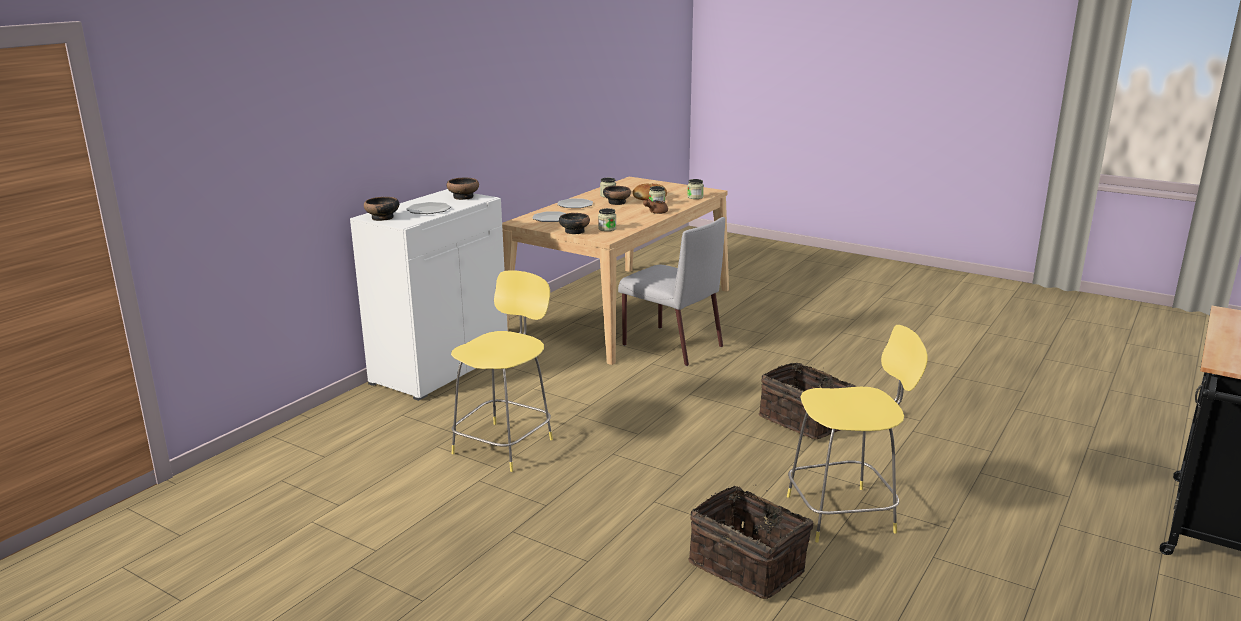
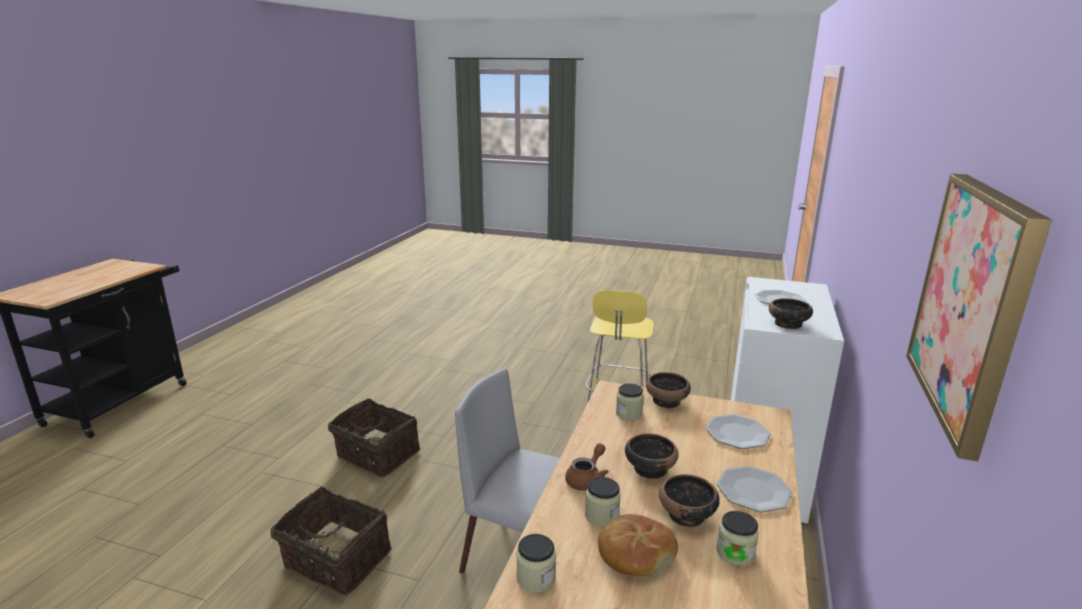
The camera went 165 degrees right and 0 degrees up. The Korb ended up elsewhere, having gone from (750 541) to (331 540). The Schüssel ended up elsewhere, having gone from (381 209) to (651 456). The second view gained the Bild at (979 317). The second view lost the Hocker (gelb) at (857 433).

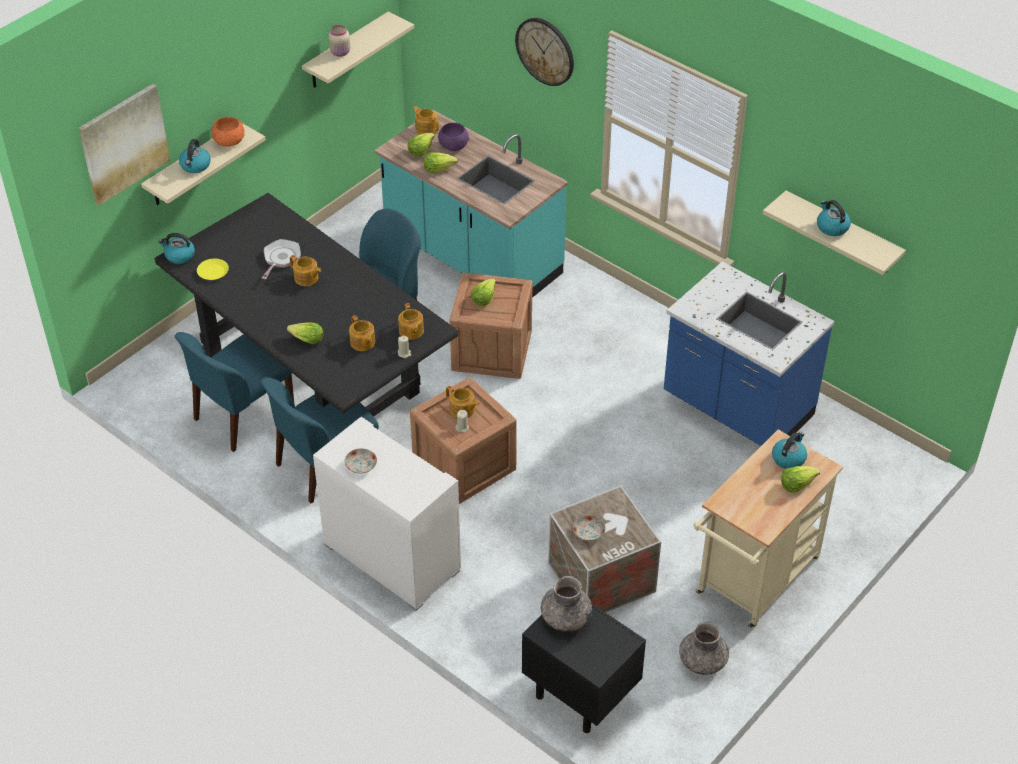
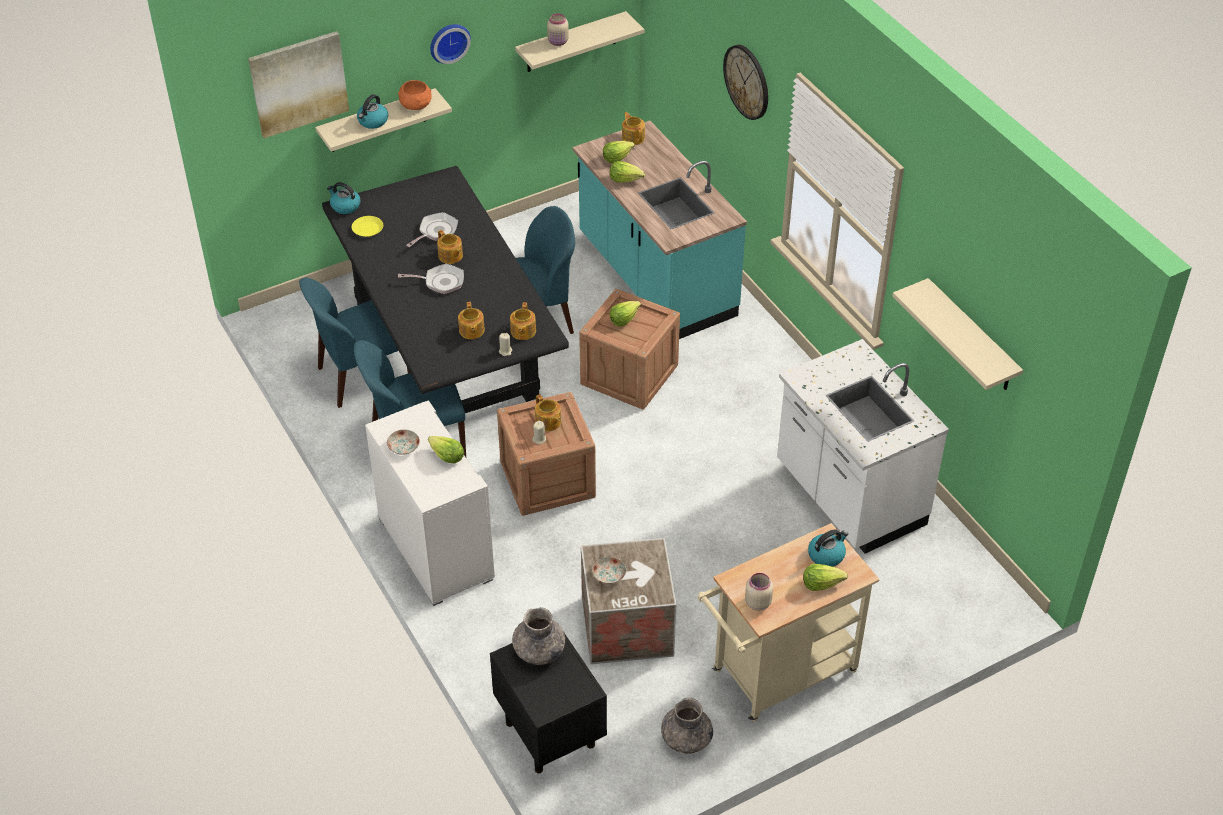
The camera went 20 degrees right and 0 degrees up. The second view gained the Pfanne at (431 279). The Salatkopf ended up elsewhere, having gone from (305 333) to (446 449). The second view gained the Wanduhr at (450 44). The second view gained the Vorratsglas (beige) at (759 592). What was the Küchenzeile (blau) at (749 354) turned into the Küchenzeile (weiß) at (863 446). The second view lost the Schüssel (lila) at (453 137). The second view lost the Wasserkessel at (834 218).

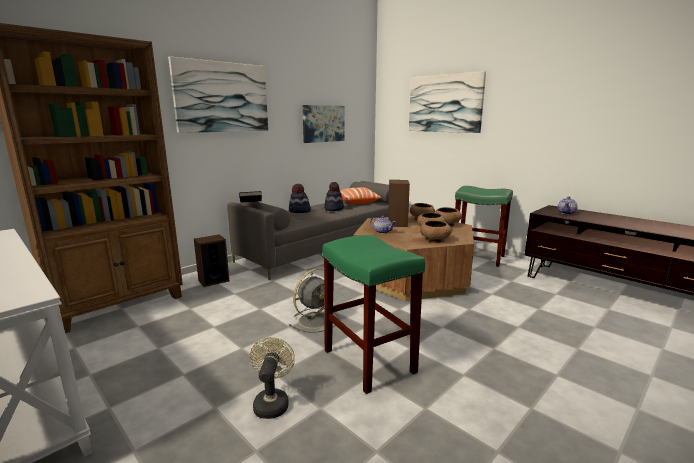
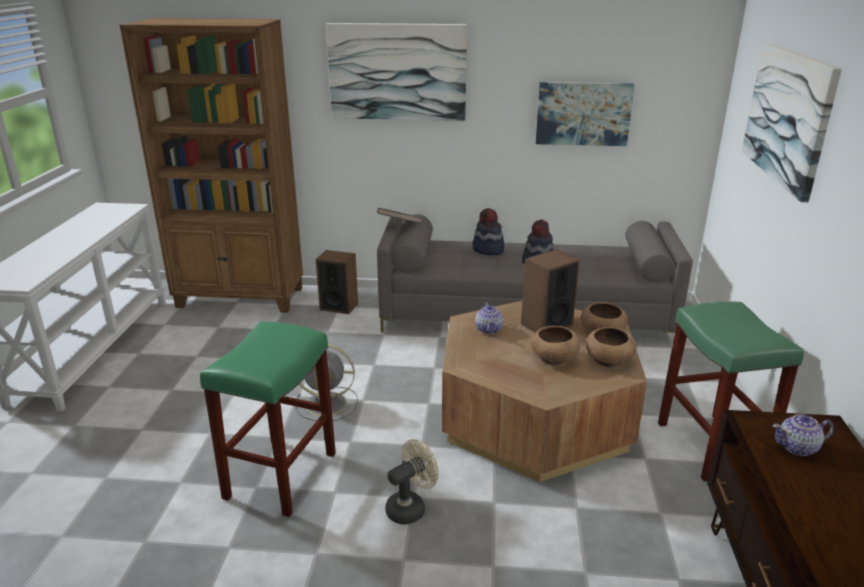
The camera went 50 degrees right and 10 degrees up. The Ventilator (beige) ended up elsewhere, having gone from (272 378) to (412 482). The second view lost the Kissen at (360 195). The second view lost the Schüssel (braun) at (436 231).

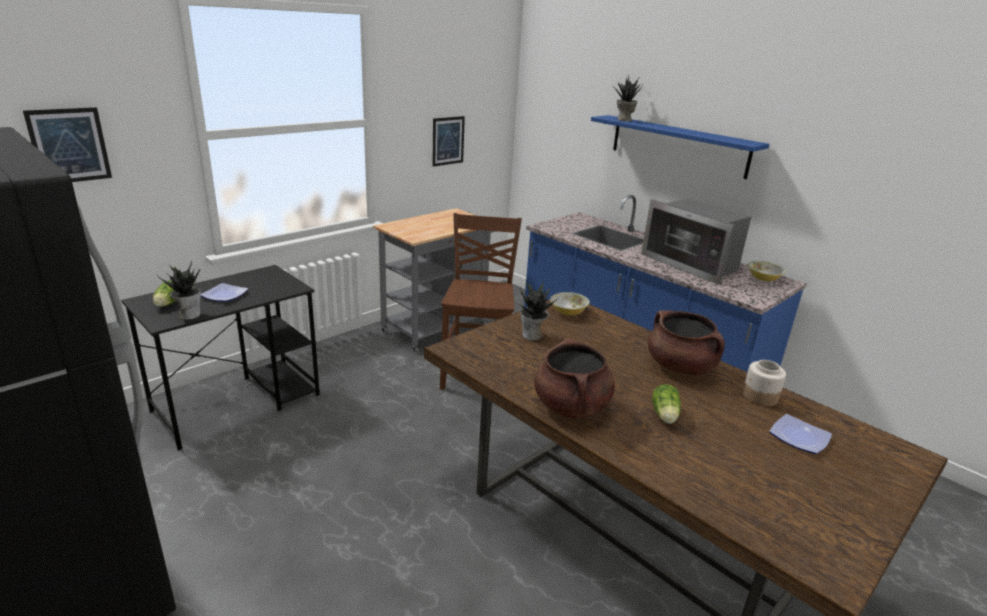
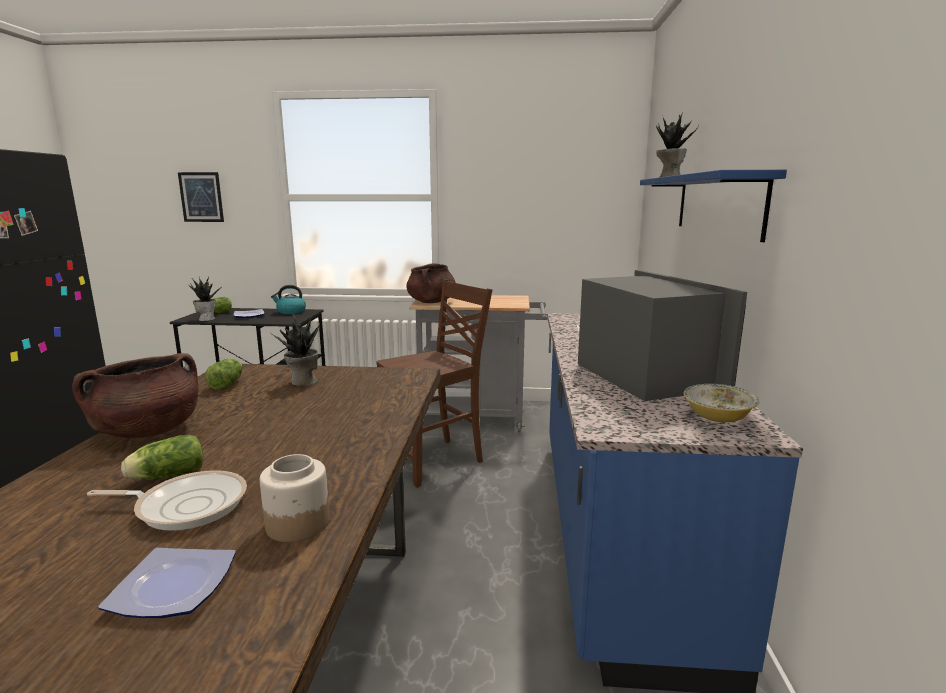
The camera went 50 degrees right and 10 degrees down. The second view gained the Pfanne at (167 500). The second view gained the Salatkopf at (224 374). The second view gained the Wasserkessel at (288 299). The Kochtopf (braun) ended up elsewhere, having gone from (686 343) to (431 283). The Mikrowelle at (696 242) ended up facing another way, 150 degrees clockwise from before. The second view lost the Bild at (448 141). The second view lost the Schüssel at (570 303).

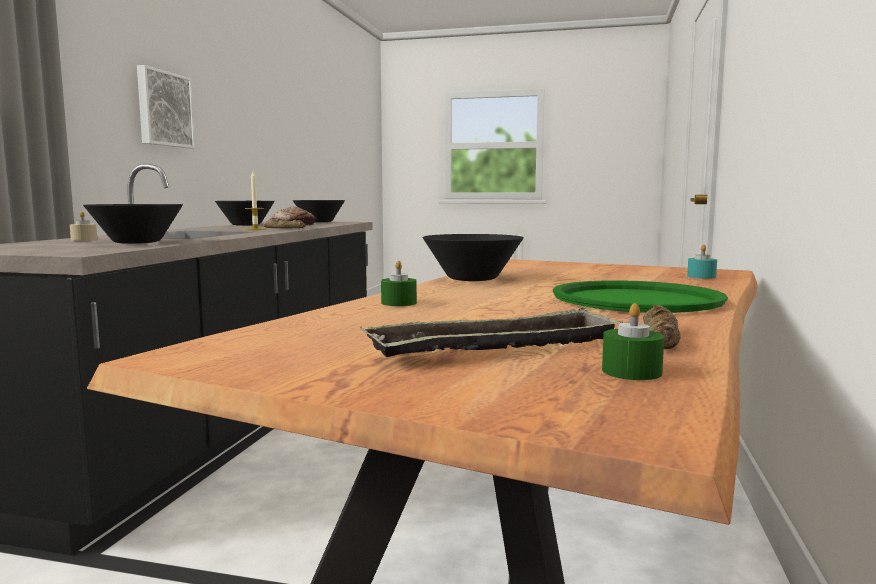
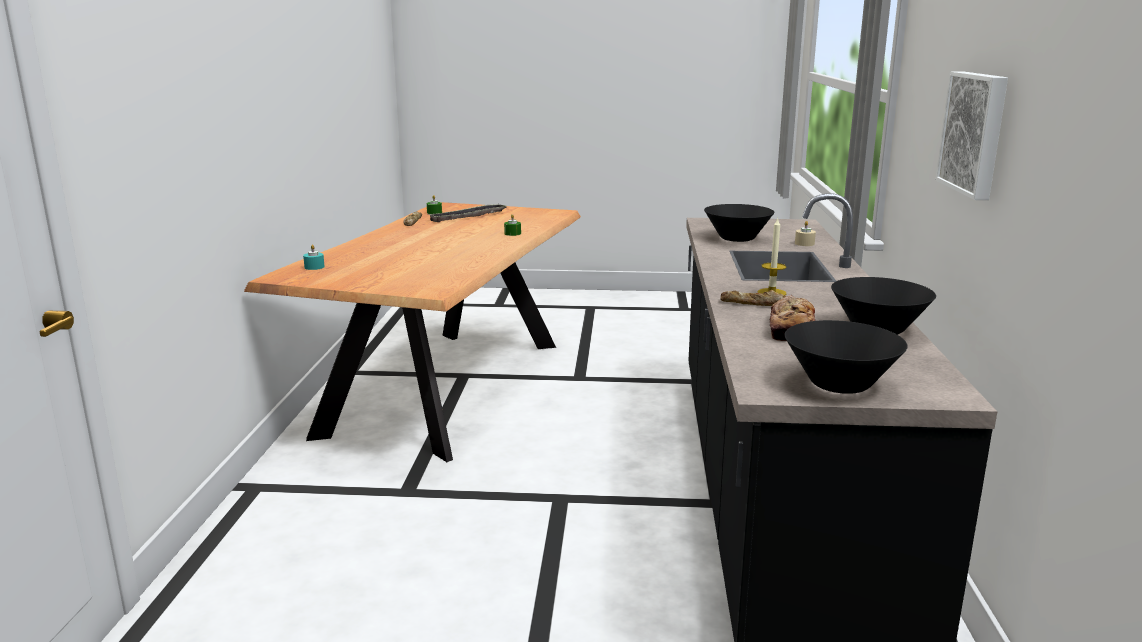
The camera went 170 degrees right and 10 degrees up. The second view lost the Schüssel (schwarz) at (473 257). The second view lost the Tablett (grün) at (640 296).

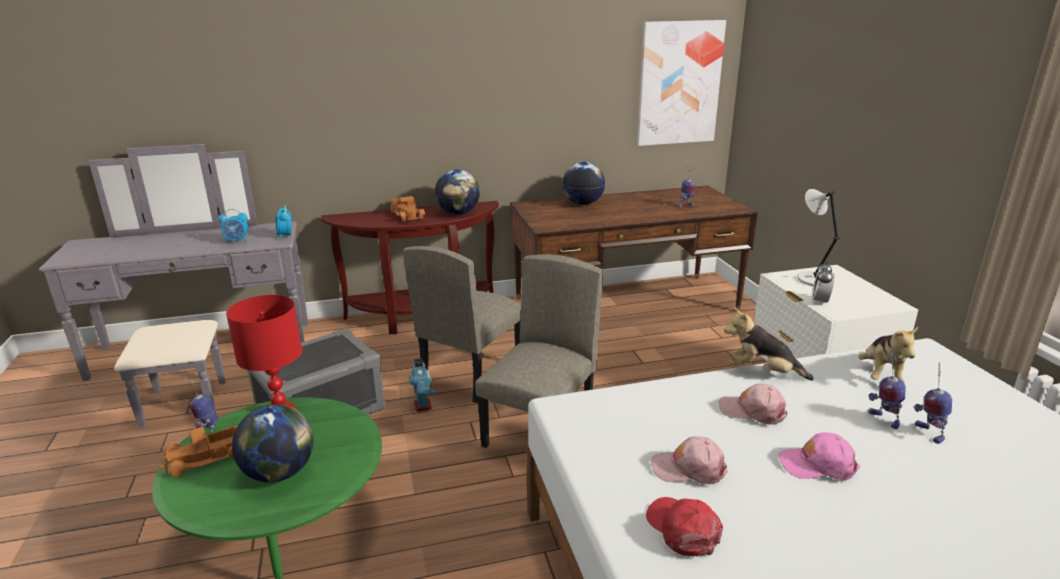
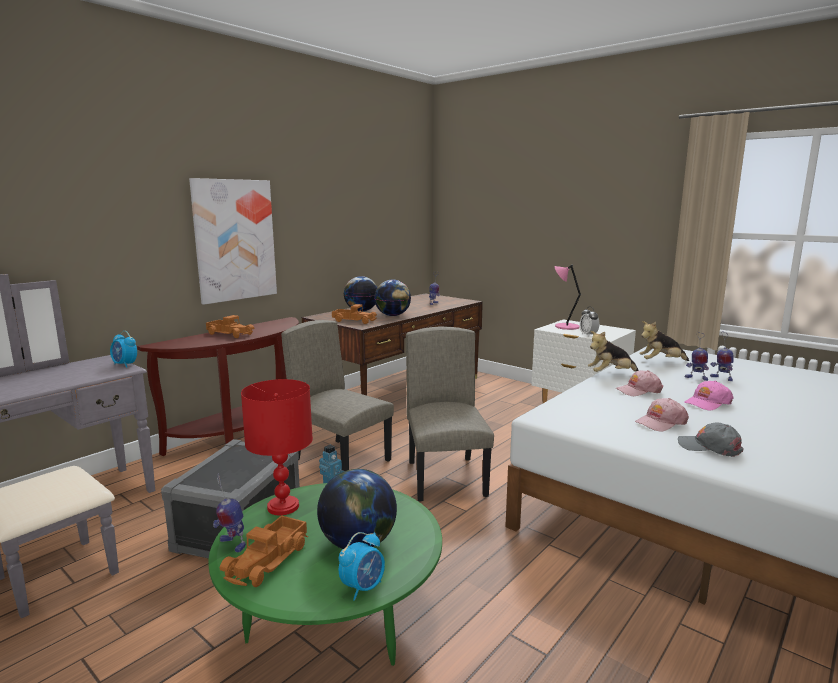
The camera went 35 degrees left and 10 degrees down. The Bild ended up elsewhere, having gone from (681 83) to (233 241). The Stuhl (beige) at (462 324) ended up facing another way, 135 degrees clockwise from before. The second view gained the Spielzeuglaster at (354 314). The Wecker ended up elsewhere, having gone from (233 226) to (362 566). The Globus ended up elsewhere, having gone from (457 192) to (392 298). What was the Tischlampe (grau) at (818 237) turned into the Tischlampe (rosa) at (568 297). The Plüschtier at (888 355) ended up facing another way, 105 degrees clockwise from before. What was the Kappe (rot) at (684 527) turned into the Kappe (grau) at (710 439).

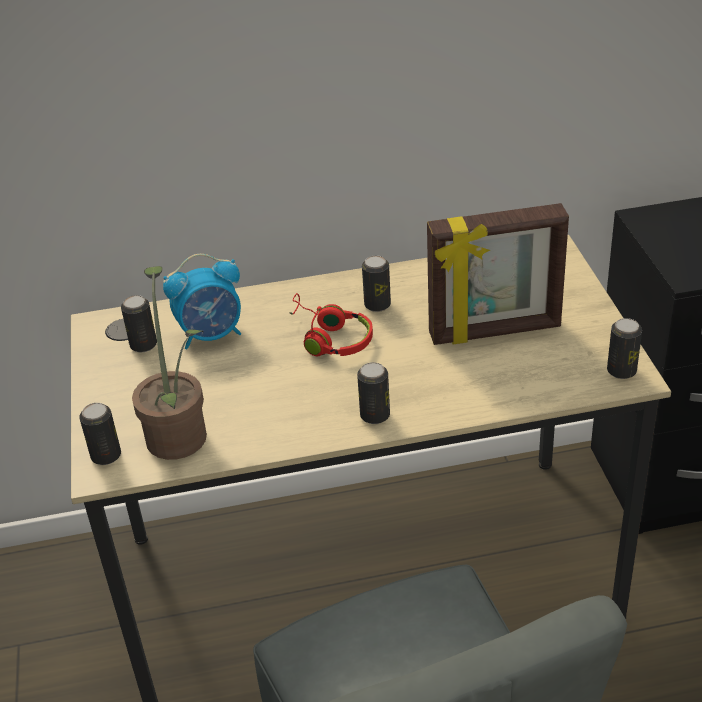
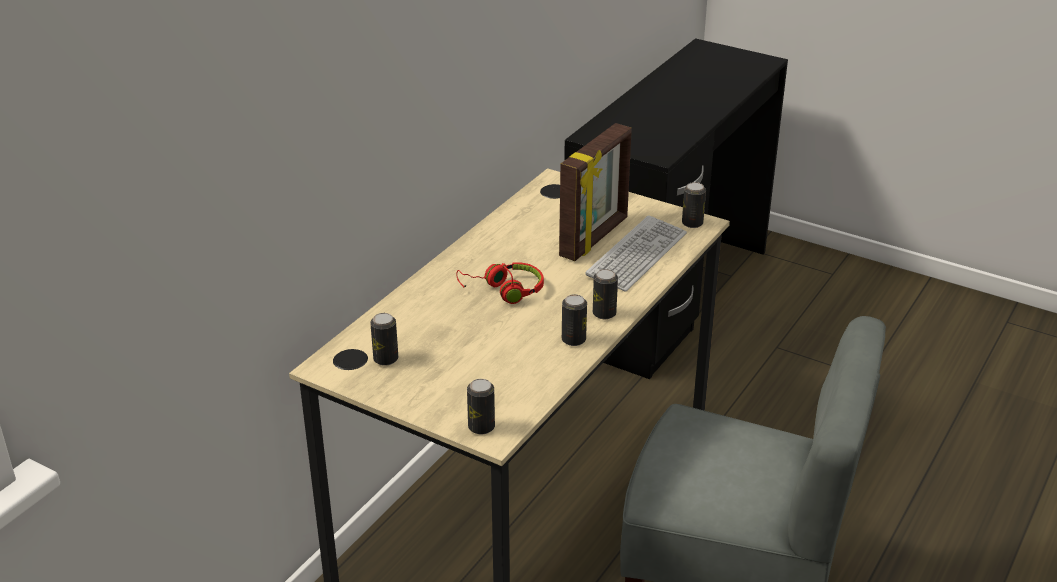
The camera went 50 degrees left and 5 degrees down. The Dose ended up elsewhere, having gone from (376 283) to (574 320). The second view gained the Tastatur at (636 253). The second view lost the Topfpflanze at (169 363). The second view lost the Wecker at (202 301).

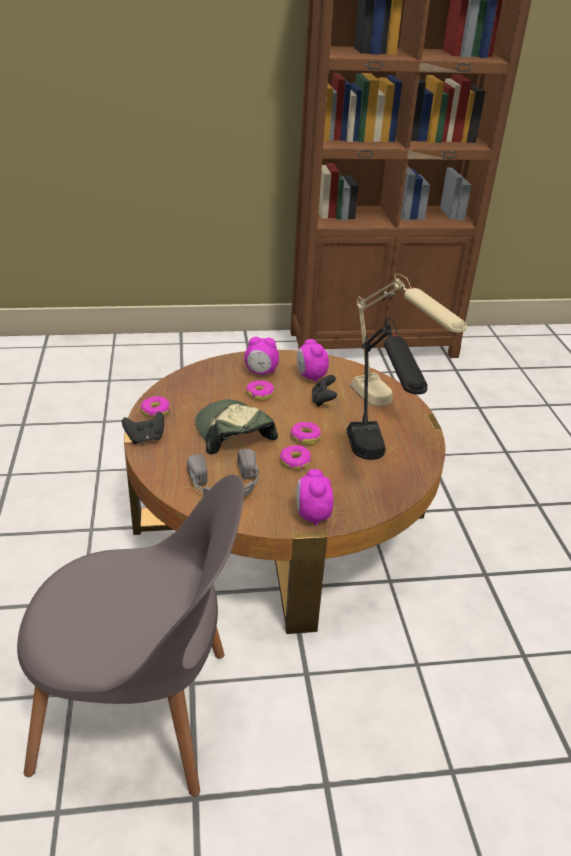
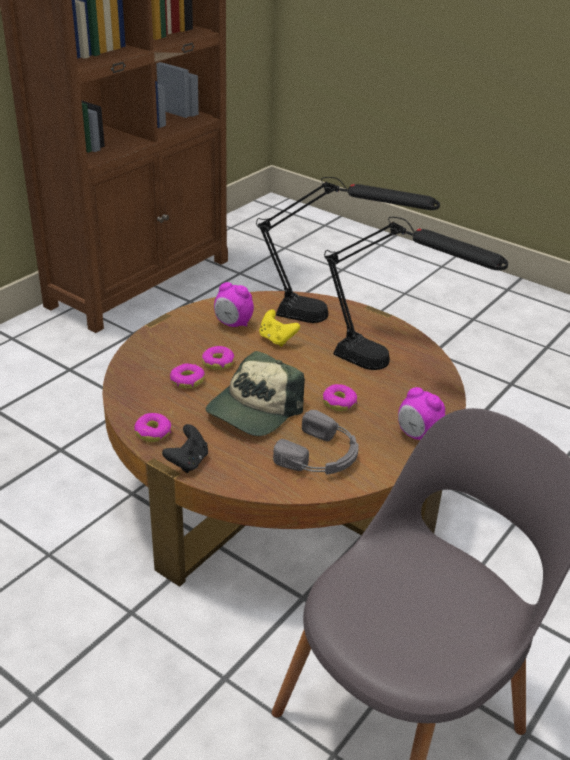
The camera went 45 degrees left and 0 degrees up. The Donut ended up elsewhere, having gone from (306 433) to (187 376). The Kappe at (236 427) ended up facing another way, 75 degrees counterclockwise from before. What was the Tischlampe (beige) at (408 340) turned into the Tischlampe (schwarz) at (348 250). What was the Gamepad (schwarz) at (324 391) turned into the Gamepad (gelb) at (279 328). The second view lost the Wecker at (262 356).

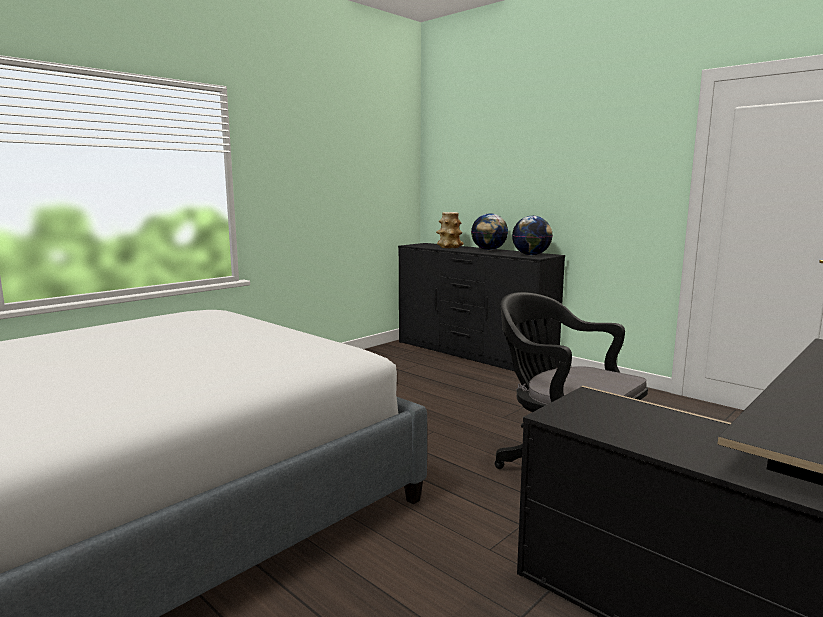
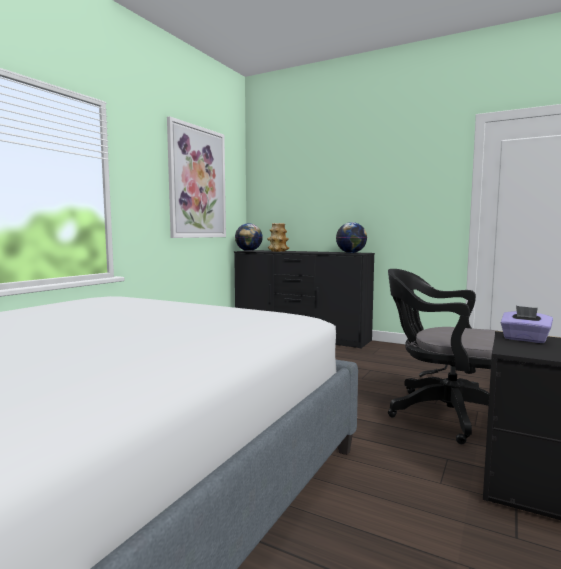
The camera went 15 degrees left and 5 degrees down. The second view gained the Bild at (196 177). The Globus ended up elsewhere, having gone from (489 231) to (249 237). The second view gained the Taschentuchbox (lila) at (527 324).

